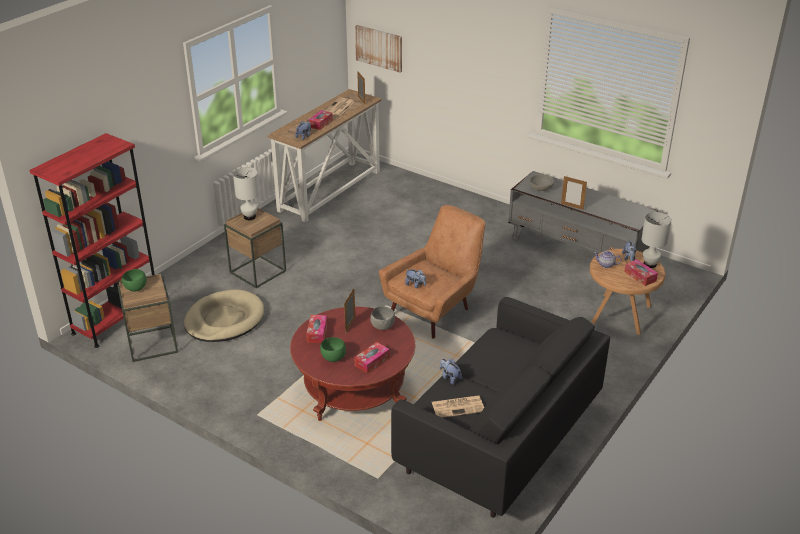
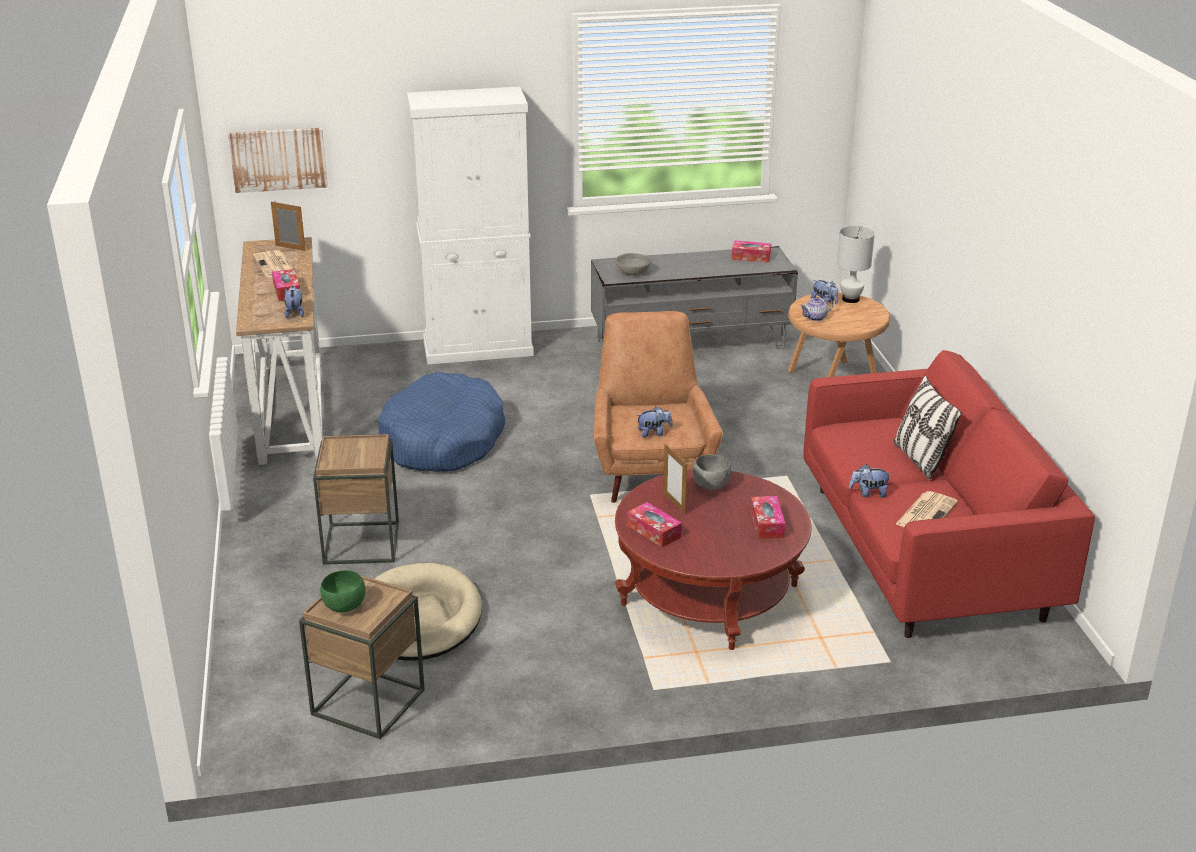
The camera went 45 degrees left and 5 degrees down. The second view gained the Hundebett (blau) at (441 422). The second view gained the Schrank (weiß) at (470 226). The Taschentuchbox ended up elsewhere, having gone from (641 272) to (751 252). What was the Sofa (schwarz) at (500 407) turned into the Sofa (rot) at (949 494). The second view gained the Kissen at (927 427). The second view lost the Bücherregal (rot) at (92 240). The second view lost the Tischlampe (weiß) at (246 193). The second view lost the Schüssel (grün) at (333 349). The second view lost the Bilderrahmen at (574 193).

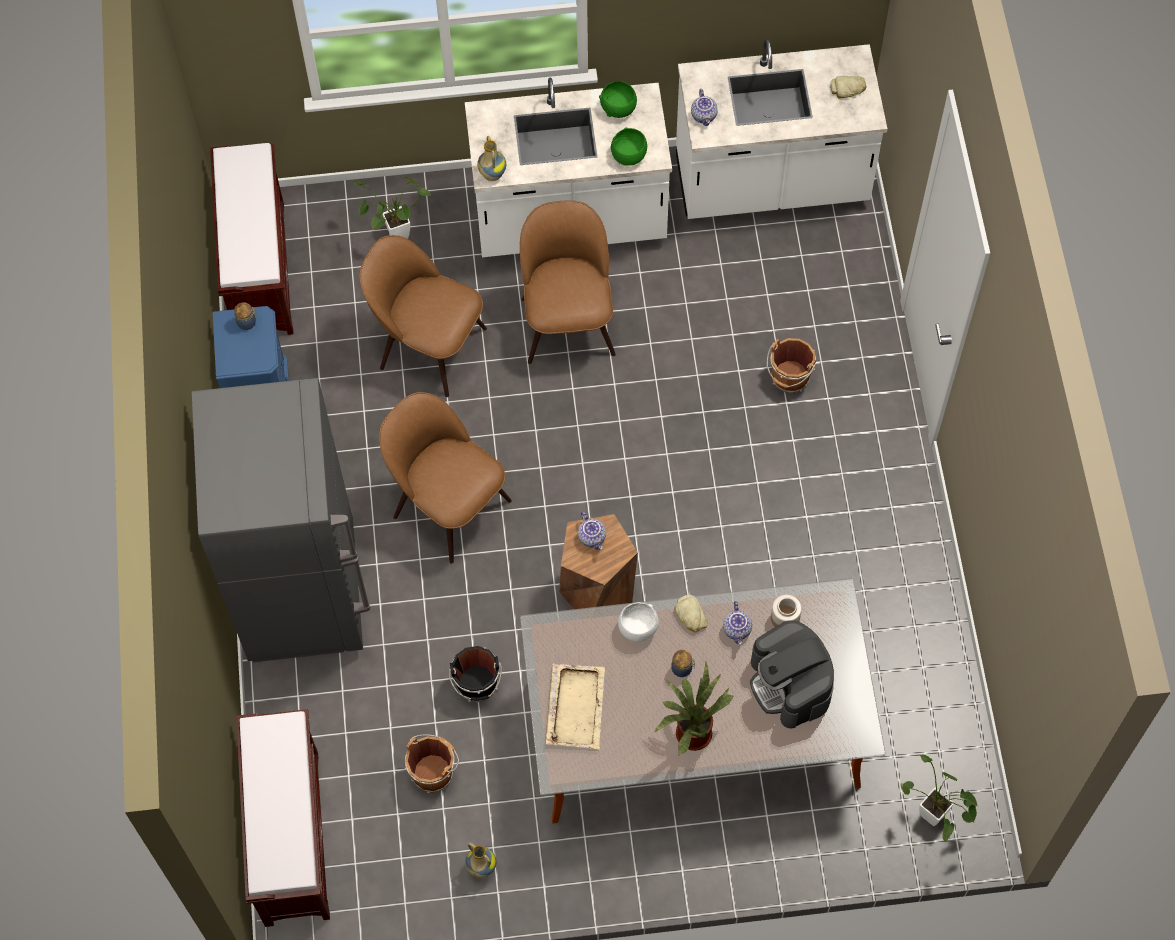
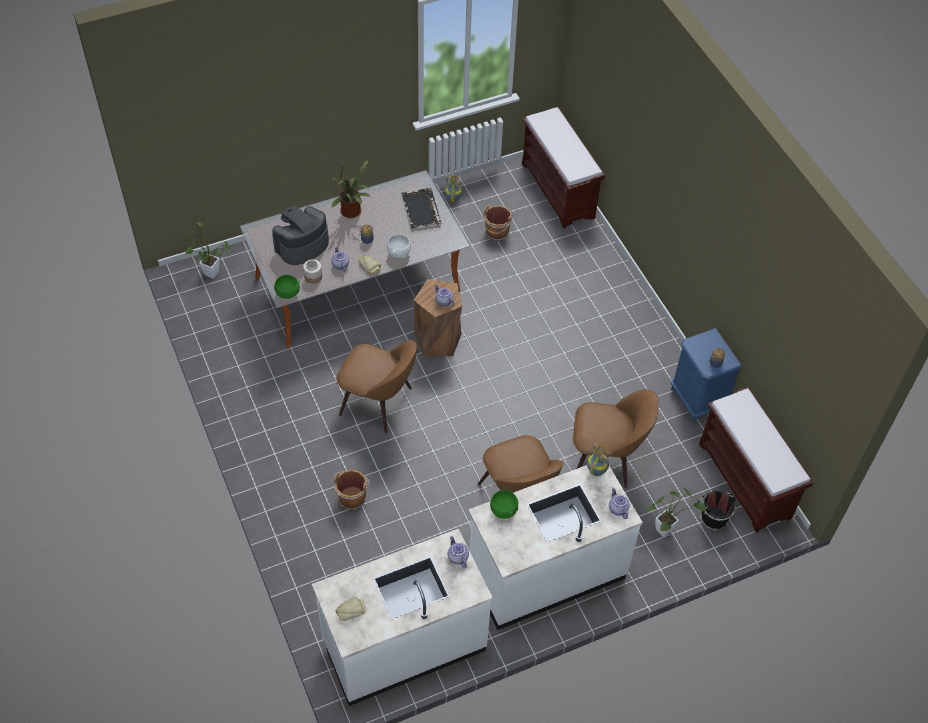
The camera went 160 degrees right and 10 degrees down. The Kaffeemaschine at (792 674) ended up facing another way, 90 degrees counterclockwise from before. The Schüssel (grün) ended up elsewhere, having gone from (618 99) to (287 287). The Stuhl (braun) ended up elsewhere, having gone from (445 478) to (376 387). What was the Tablett (beige) at (575 706) turned into the Tablett (schwarz) at (421 208). The second view gained the Teekanne at (619 503). The Eimer (schwarz) ended up elsewhere, having gone from (475 674) to (718 510). The second view lost the Kühlschrank (grau) at (281 520).

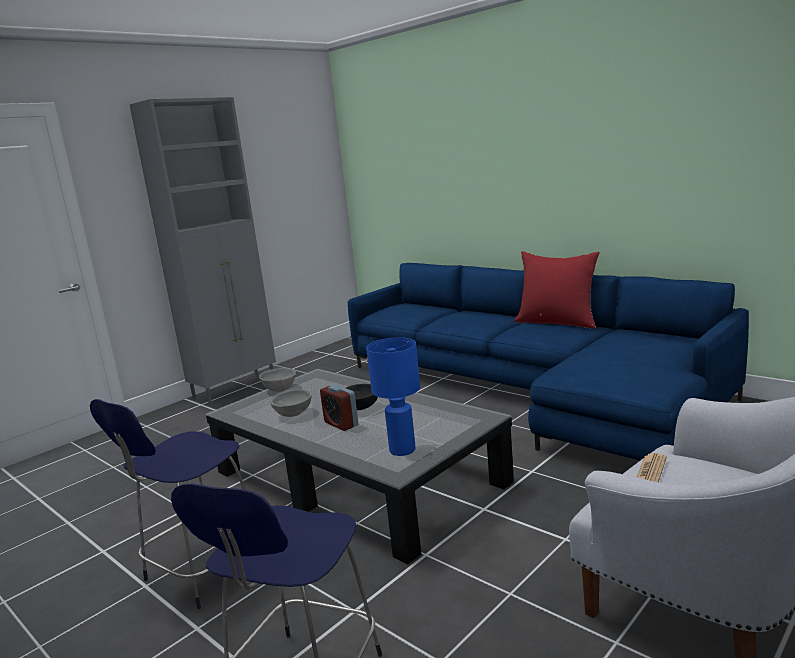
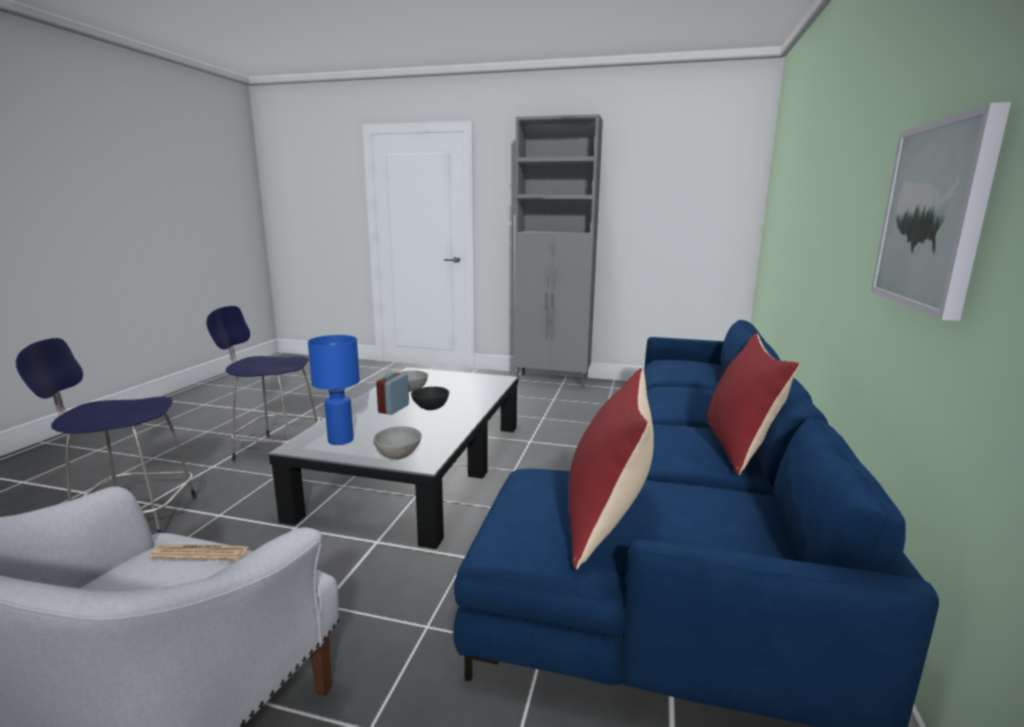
The camera went 60 degrees right and 0 degrees up. The Schüssel (grau) ended up elsewhere, having gone from (277 380) to (397 443). The second view gained the Kissen (rot) at (611 468). The second view gained the Bild at (941 211).

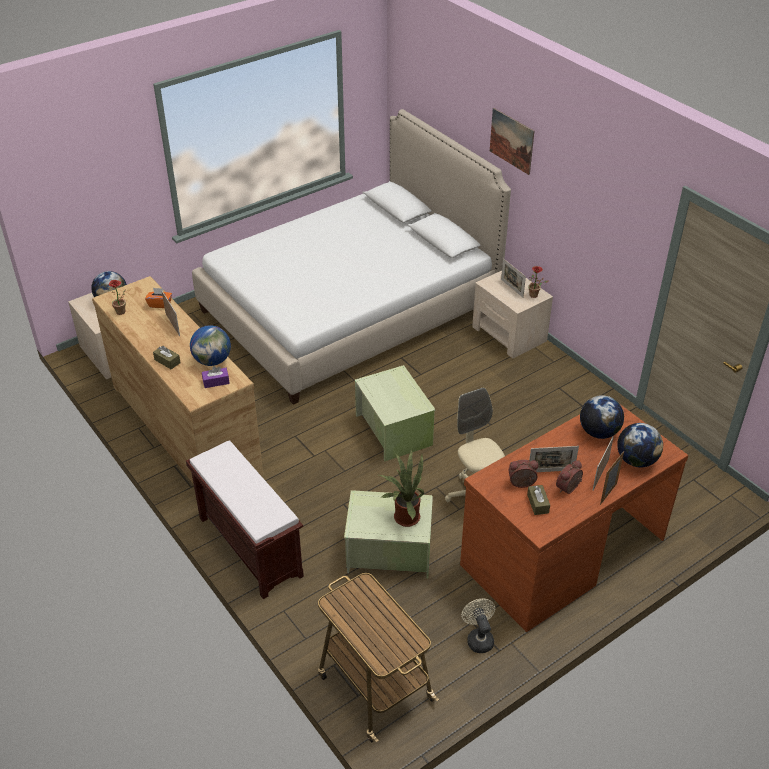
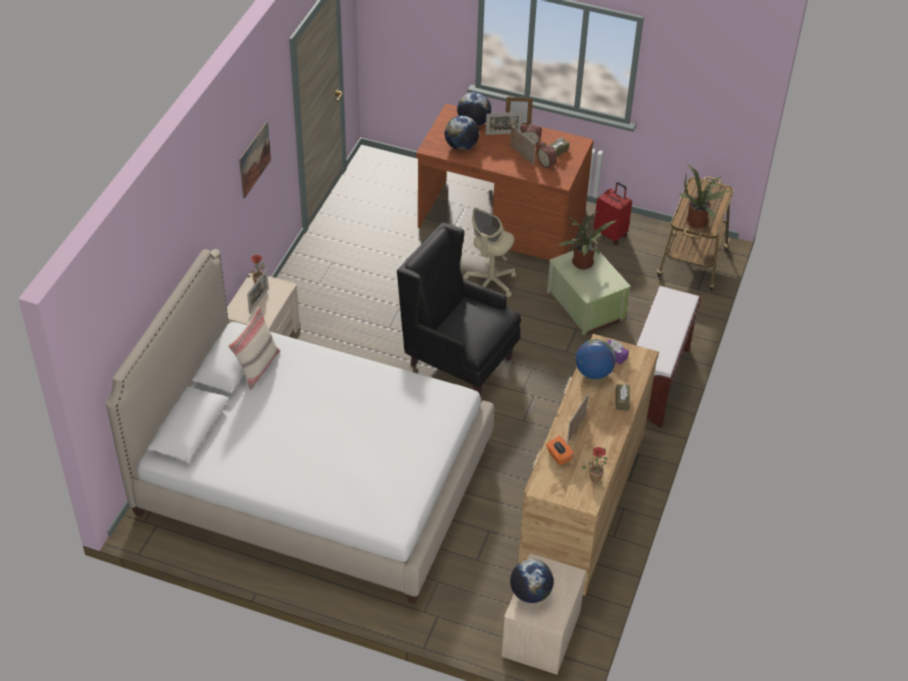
The camera went 125 degrees left and 5 degrees up. The second view gained the Kissen (beige) at (254 348). The Bild ended up elsewhere, having gone from (512 141) to (255 160). Where the Aufbewahrungsbox (grün) stood at (395 413), the Sessel (schwarz) came to stand at (459 309). Where the Ventilator (beige) stood at (478 626), the Koffer (rot) came to stand at (613 213). The second view gained the Topfpflanze at (705 196).

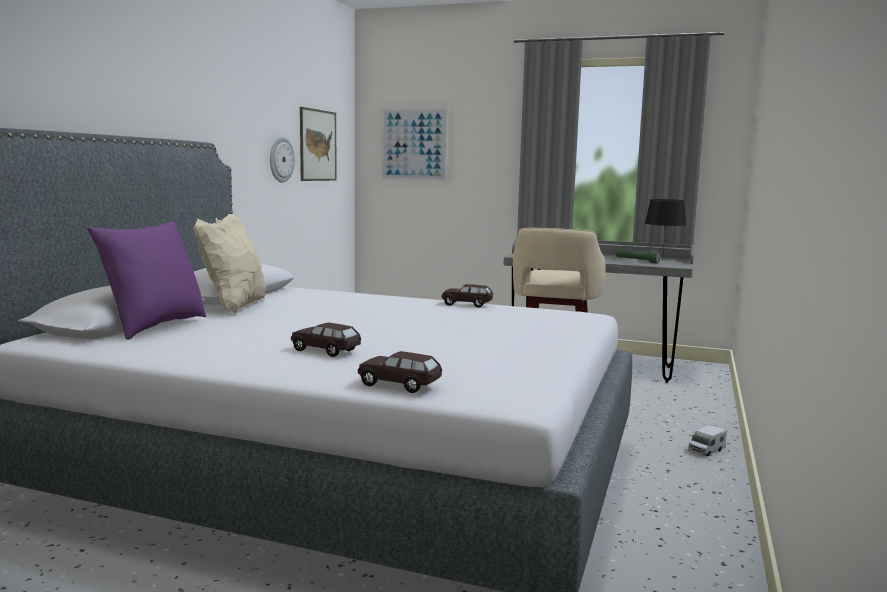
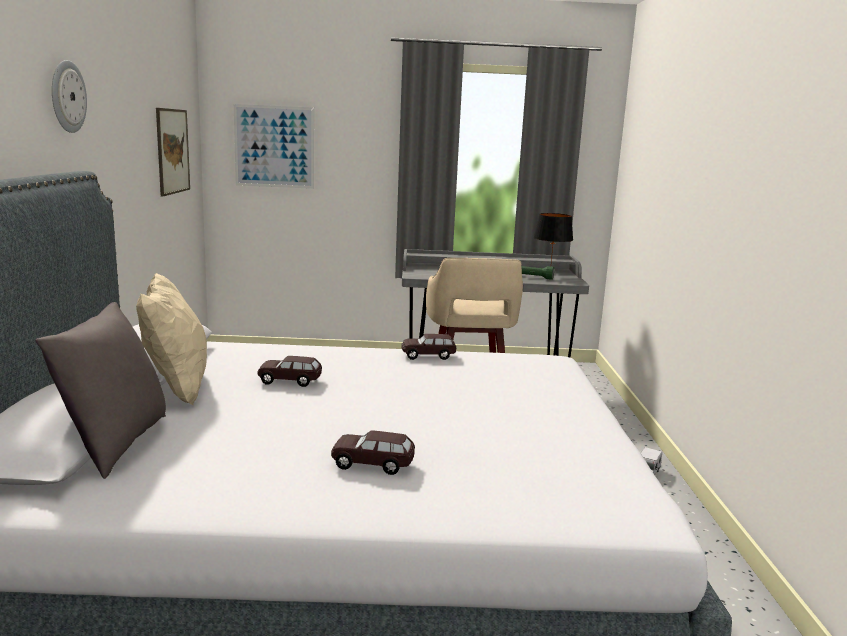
The camera went 20 degrees left and 5 degrees up. What was the Kissen (lila) at (146 281) turned into the Kissen (grau) at (101 390). The Wanduhr ended up elsewhere, having gone from (282 160) to (69 96). The Spielzeugauto (braun) ended up elsewhere, having gone from (400 372) to (289 371).

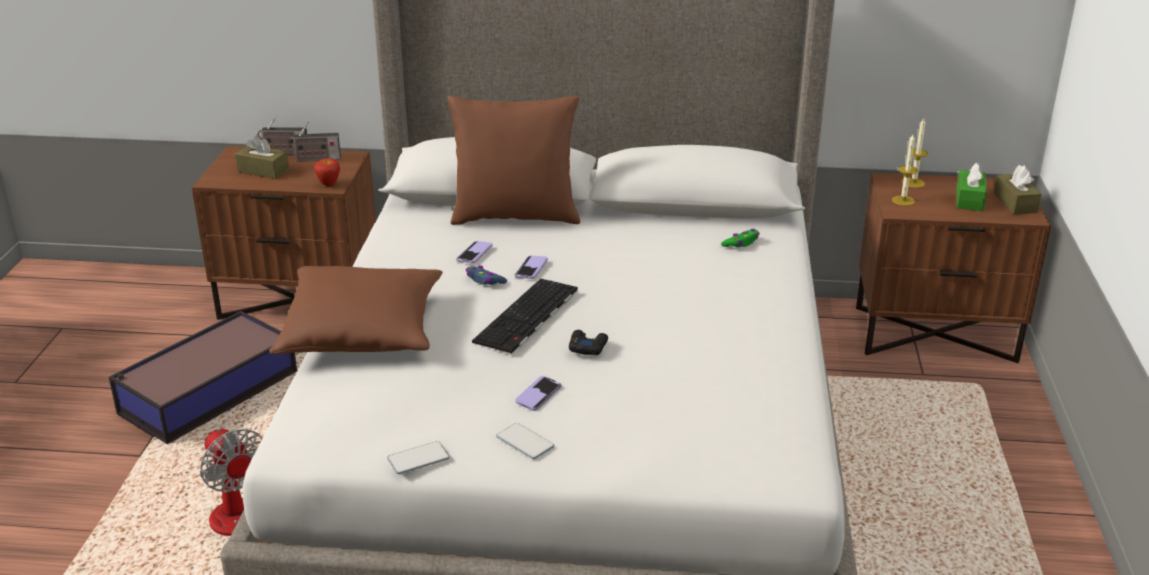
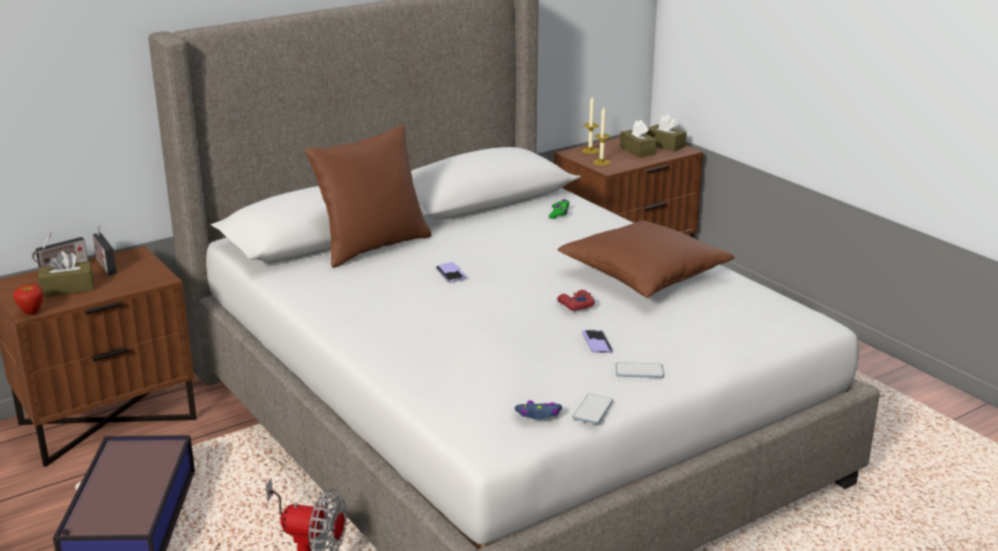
The camera went 40 degrees left and 5 degrees down. The Apfel ended up elsewhere, having gone from (327 172) to (28 299). The Radio at (315 142) ended up facing another way, 105 degrees clockwise from before. The Gamepad (blau) ended up elsewhere, having gone from (486 275) to (538 410). The Kissen (braun) ended up elsewhere, having gone from (356 310) to (646 259). What was the Gamepad (schwarz) at (588 342) turned into the Gamepad (rot) at (576 300). What was the Taschentuchbox (grün) at (972 186) turned into the Taschentuchbox (braun) at (638 139). The second view lost the Handy at (474 252). The second view lost the Tastatur at (525 316).

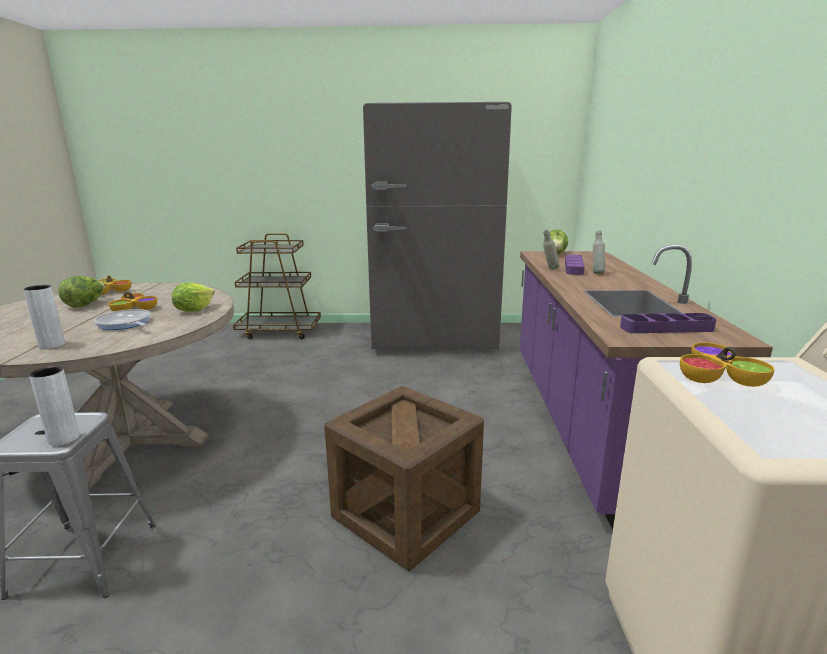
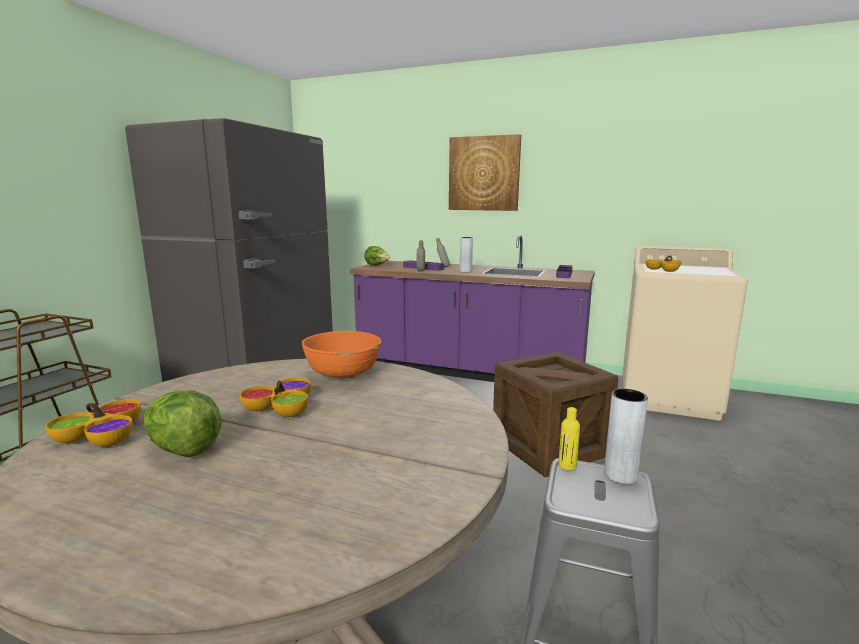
The camera went 70 degrees left and 5 degrees down. Where the Salatkopf stood at (193 297), the Schüssel (orange) came to stand at (341 355). The second view gained the Bild at (485 172). The Vase (grau) ended up elsewhere, having gone from (44 317) to (466 254). The second view gained the Flasche (gelb) at (569 438). The second view lost the Pfanne at (122 319).

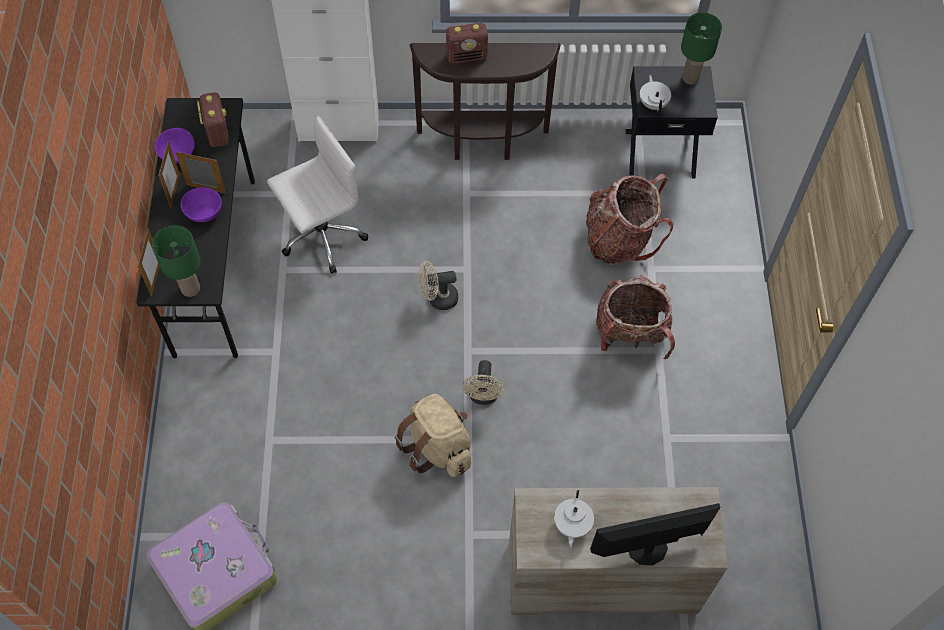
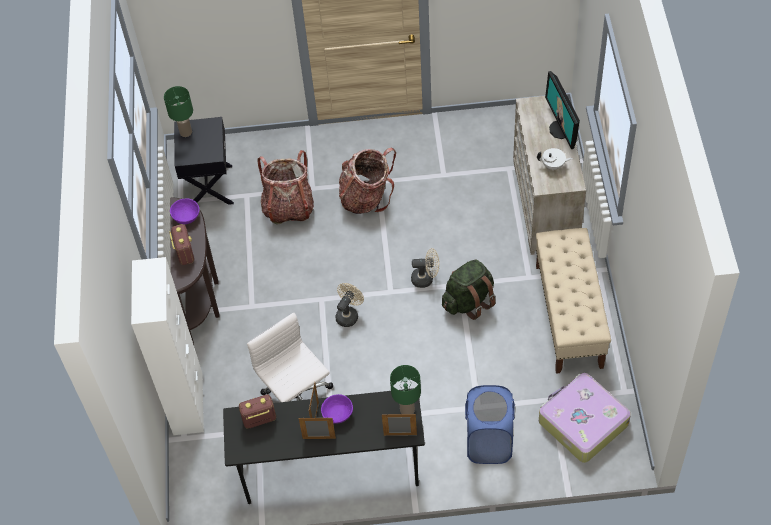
The camera went 90 degrees left and 5 degrees down. The Schüssel (lila) ended up elsewhere, having gone from (174 146) to (184 211). The Ventilator (beige) at (438 285) ended up facing another way, 135 degrees counterclockwise from before. What was the Rucksack (beige) at (432 435) turned into the Rucksack (grün) at (469 290). The second view gained the Wäschekorb (blau) at (490 424). The second view gained the Bank (beige) at (573 301). The second view lost the Teekanne (weiß) at (655 94).

